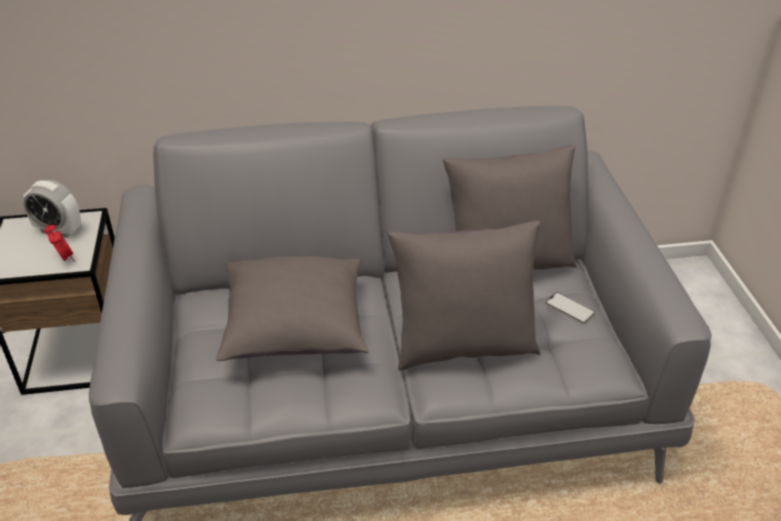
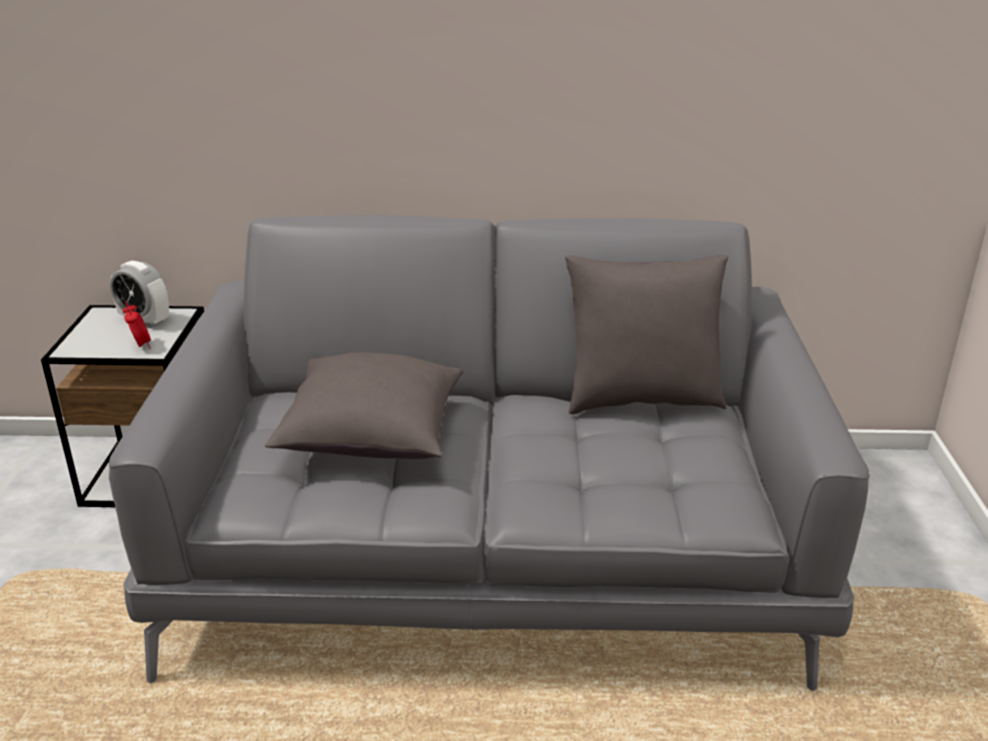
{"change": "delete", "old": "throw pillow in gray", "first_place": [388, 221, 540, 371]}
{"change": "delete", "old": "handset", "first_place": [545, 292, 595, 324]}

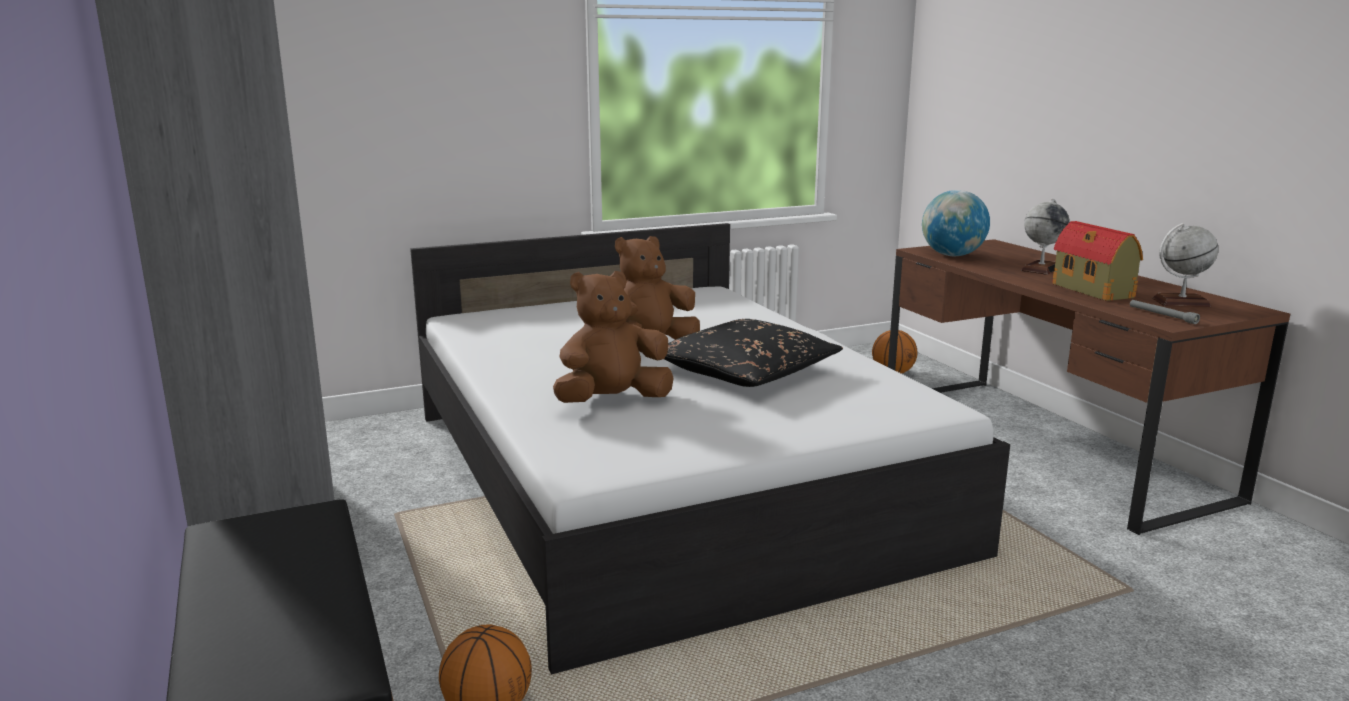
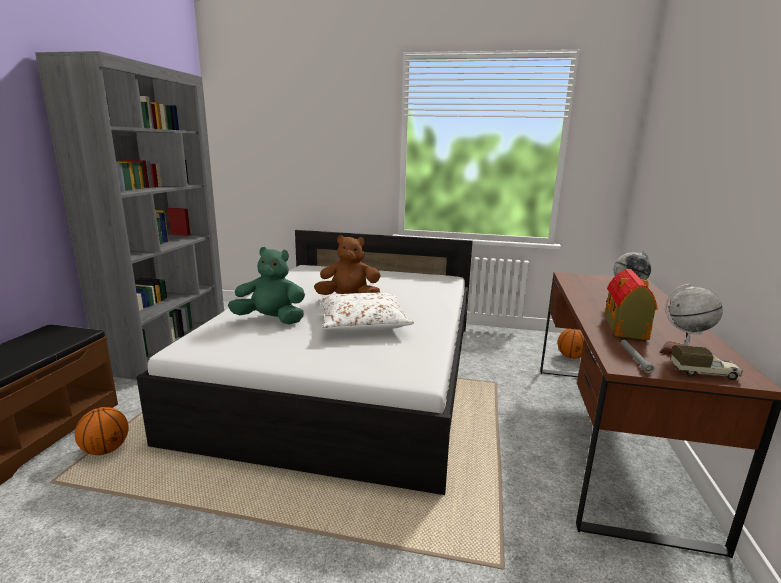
{"change": "recolor", "old": "cuddly toy in brown", "new": "cuddly toy in greenish", "first_place": [553, 271, 674, 403], "second_place": [228, 247, 305, 324]}
{"change": "recolor", "old": "throw pillow in blackish", "new": "throw pillow in white-coloured", "first_place": [664, 319, 843, 387], "second_place": [319, 293, 414, 332]}
{"change": "insert", "new": "toy lorry", "second_place": [670, 345, 743, 380]}
{"change": "delete", "old": "globe", "first_place": [922, 190, 990, 256]}

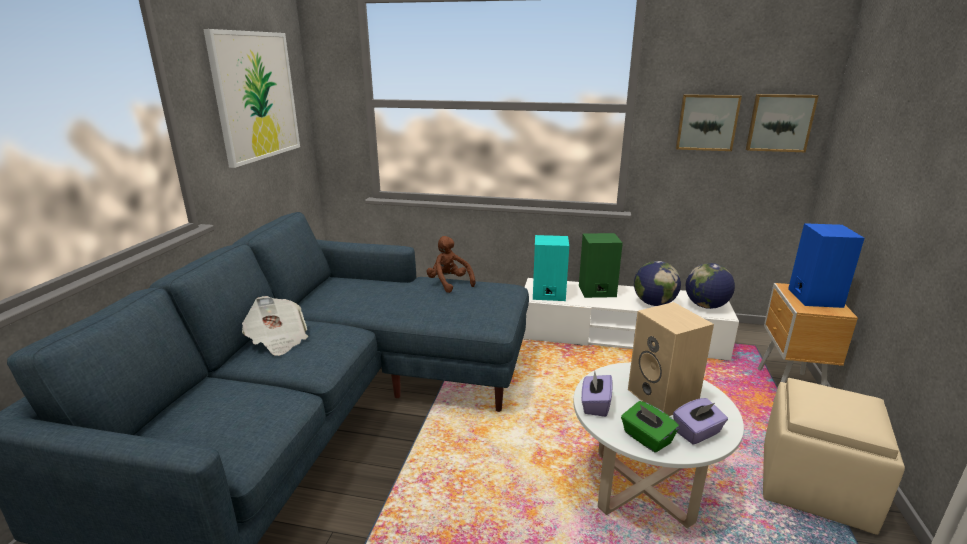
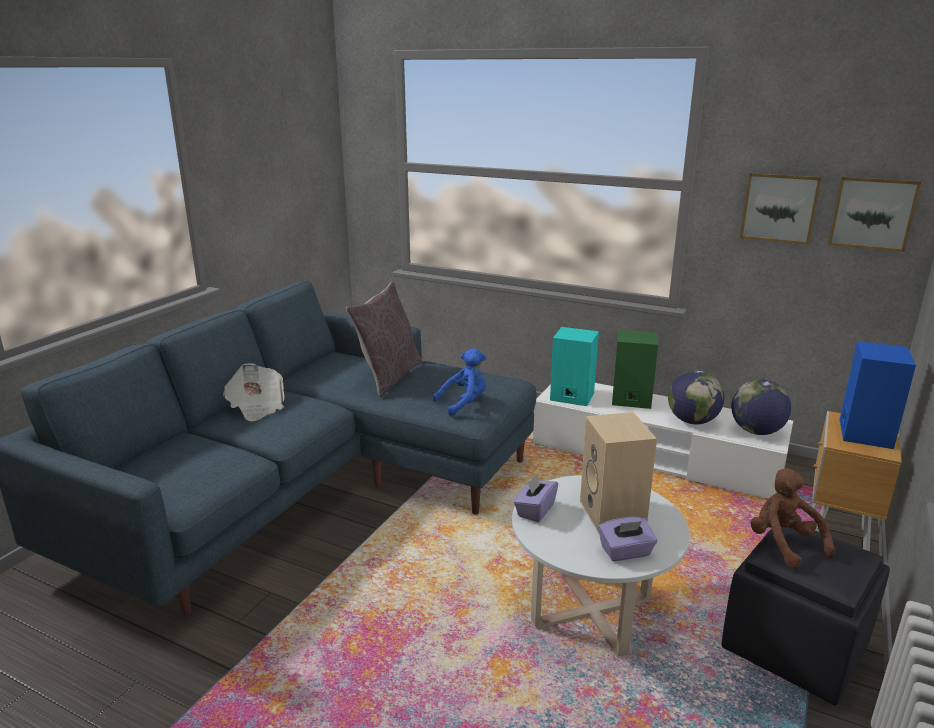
{"change": "insert", "new": "throw pillow in gray", "second_place": [346, 281, 423, 397]}
{"change": "insert", "new": "cuddly toy in bluish", "second_place": [433, 348, 486, 416]}
{"change": "recolor", "old": "footrest in beige-coloured", "new": "footrest in blackish", "first_place": [763, 378, 905, 535], "second_place": [721, 528, 890, 706]}
{"change": "move", "old": "cuddly toy in brown", "first_place": [427, 236, 475, 293], "second_place": [751, 468, 835, 568]}
{"change": "delete", "old": "wall picture", "first_place": [203, 29, 300, 168]}
{"change": "delete", "old": "box of tissues in greenish", "first_place": [621, 401, 679, 453]}

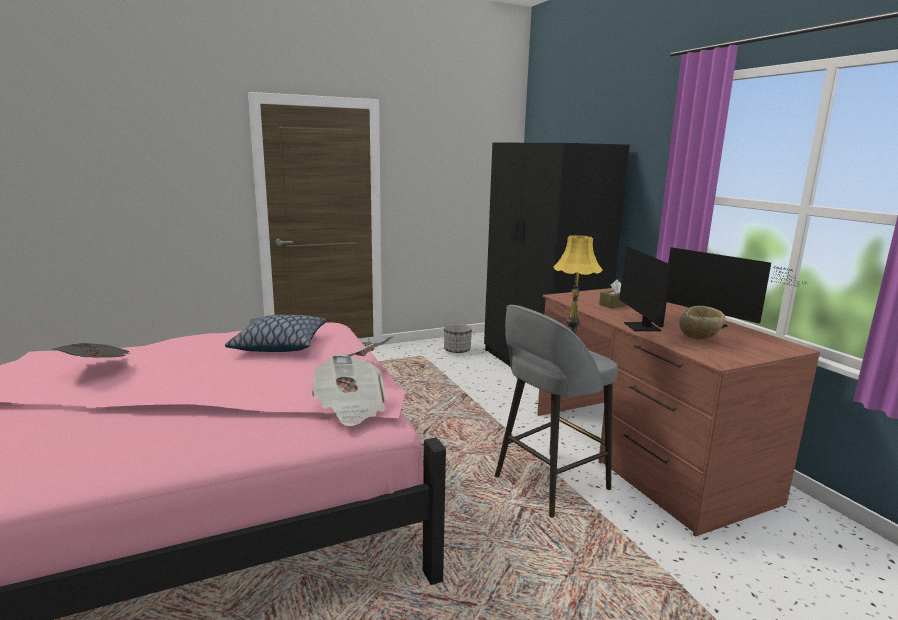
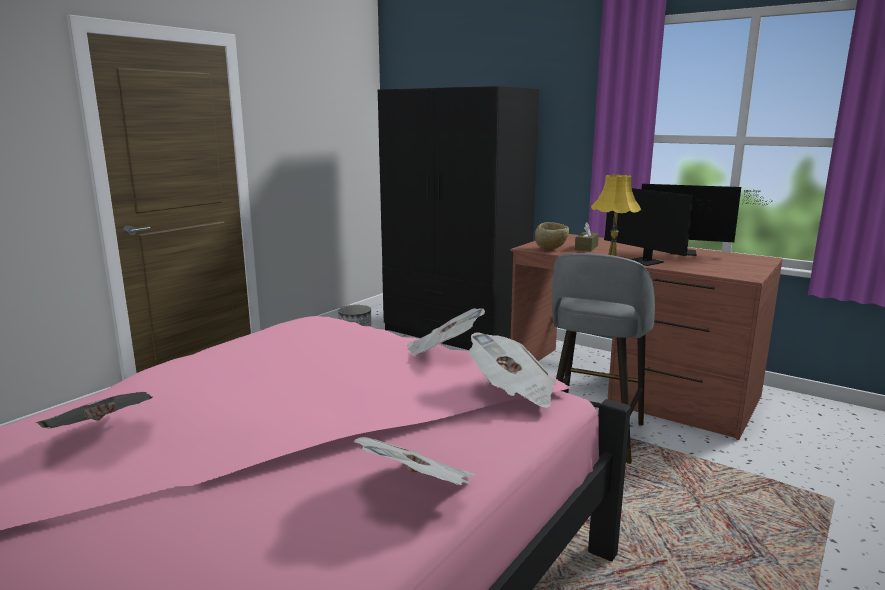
{"change": "insert", "new": "daily paper", "second_place": [354, 437, 476, 486]}
{"change": "move", "old": "bowl in beige-coloured", "first_place": [679, 306, 725, 339], "second_place": [535, 222, 569, 250]}
{"change": "delete", "old": "throw pillow", "first_place": [225, 315, 326, 352]}

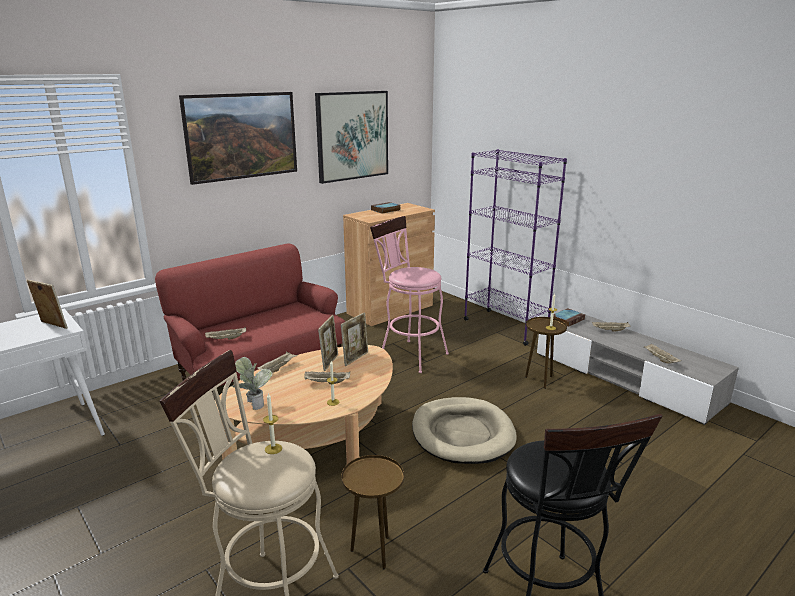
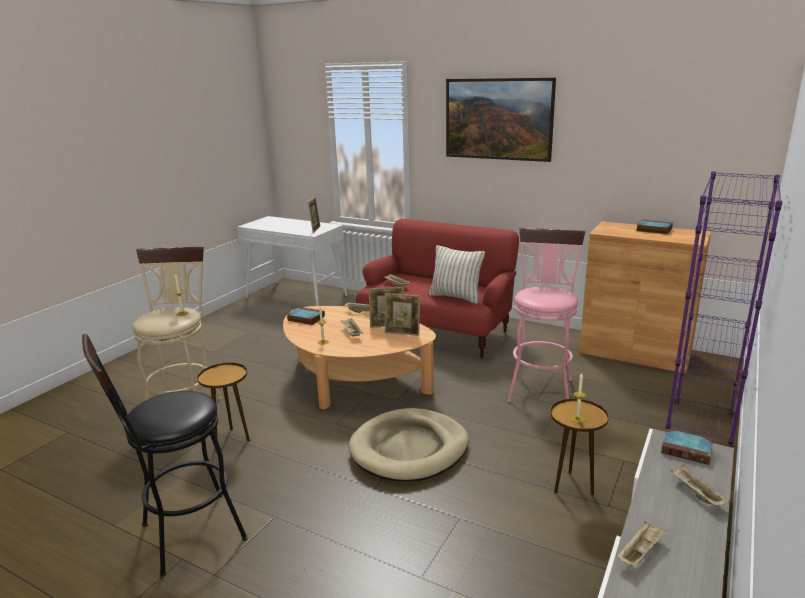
{"change": "replace", "old": "houseplant", "new": "volume", "first_place": [232, 357, 272, 410], "second_place": [287, 307, 325, 325]}
{"change": "insert", "new": "throw pillow", "second_place": [429, 245, 485, 304]}
{"change": "delete", "old": "wall picture", "first_place": [315, 91, 388, 184]}

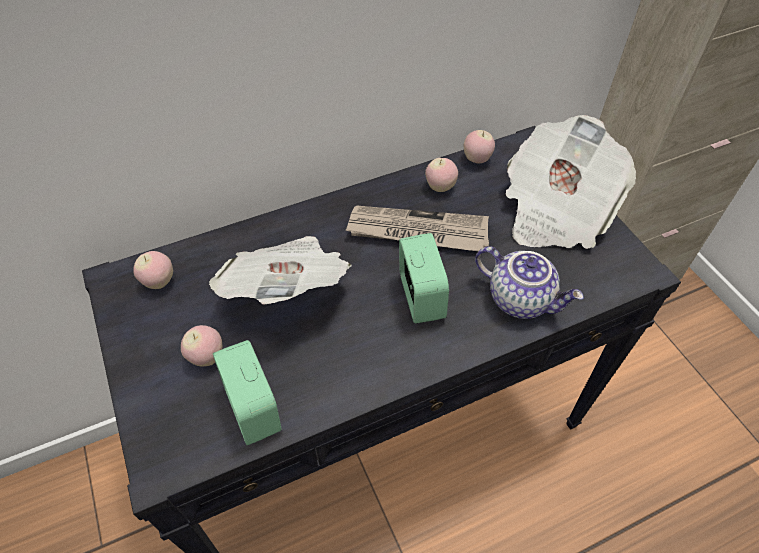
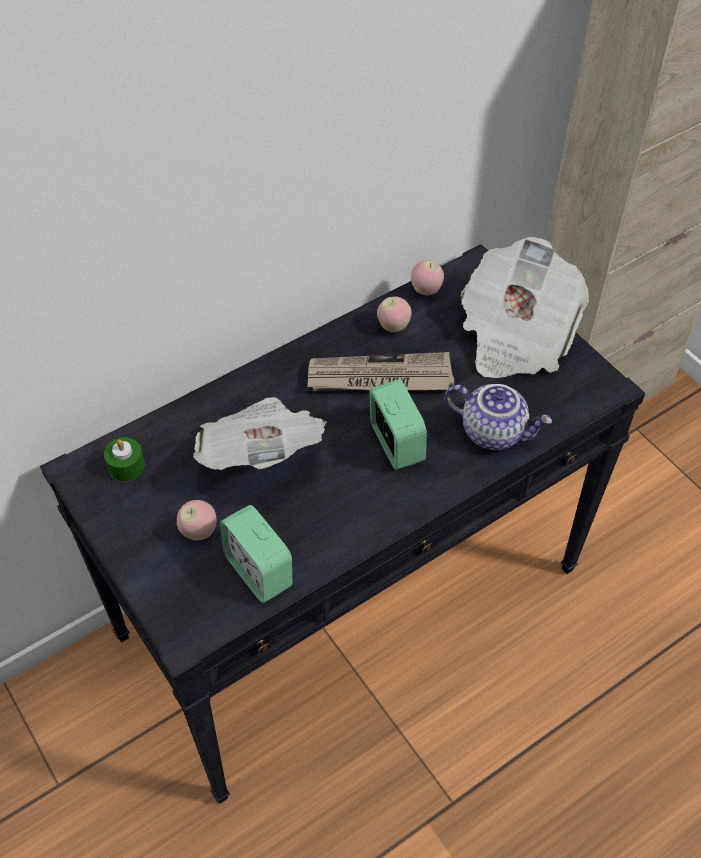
{"change": "replace", "old": "apple", "new": "candle in greenish", "first_place": [133, 251, 173, 289], "second_place": [104, 437, 145, 481]}

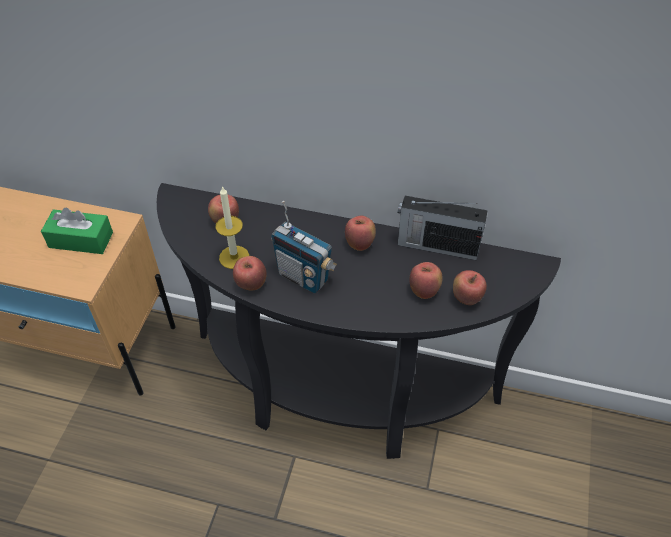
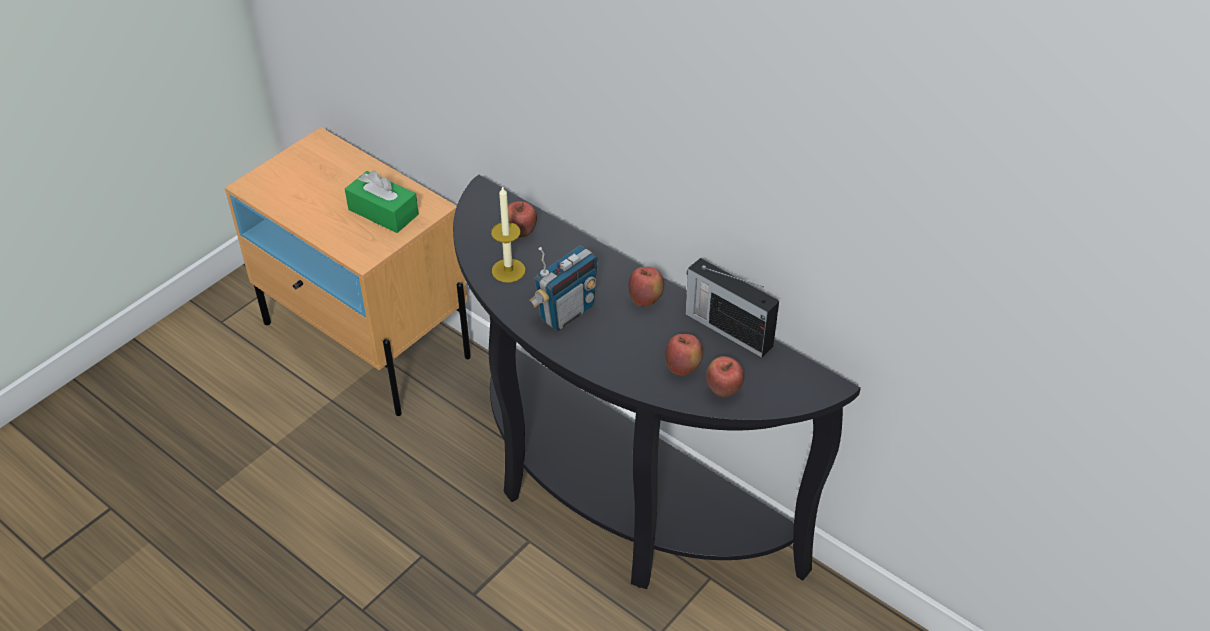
{"change": "rotate", "old": "radio receiver", "first_place": [271, 201, 337, 294], "second_place": [529, 246, 598, 331], "degrees": -105}
{"change": "delete", "old": "apple", "first_place": [233, 256, 267, 290]}

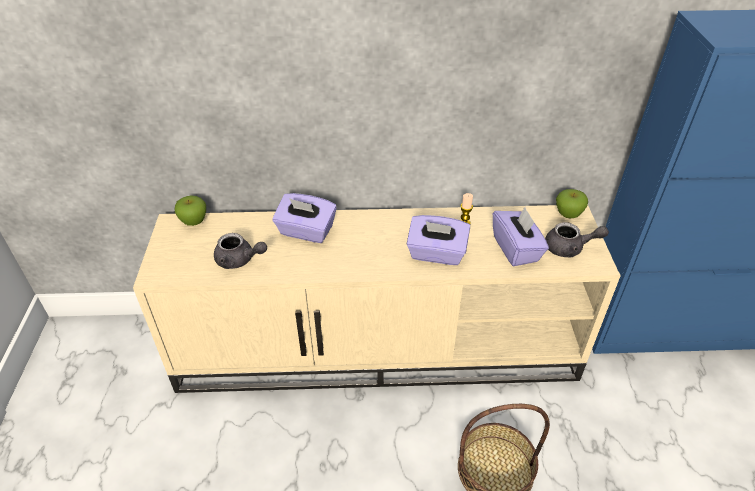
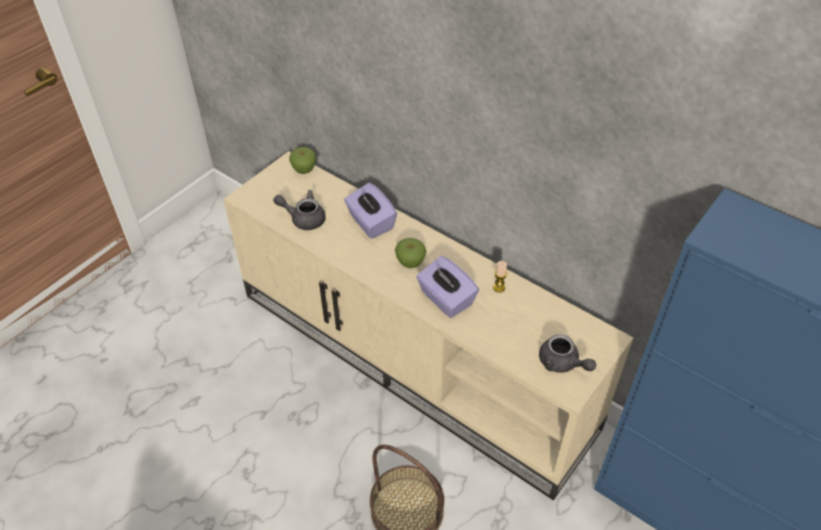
{"change": "rotate", "old": "teapot in gray", "first_place": [214, 233, 267, 269], "second_place": [273, 190, 326, 230], "degrees": 135}
{"change": "move", "old": "apple", "first_place": [556, 189, 588, 218], "second_place": [395, 238, 427, 268]}
{"change": "delete", "old": "box of tissues in purple-coloured", "first_place": [493, 207, 549, 266]}

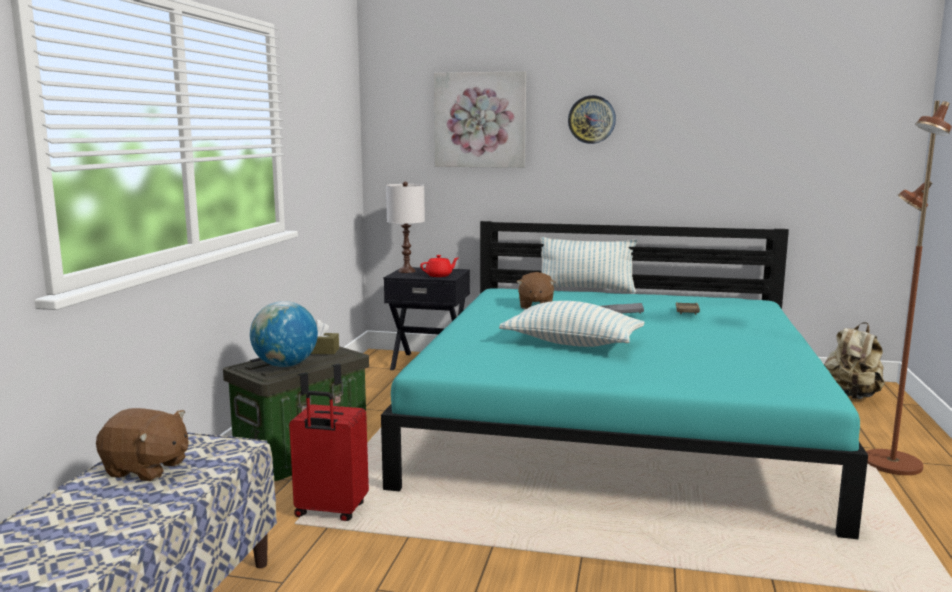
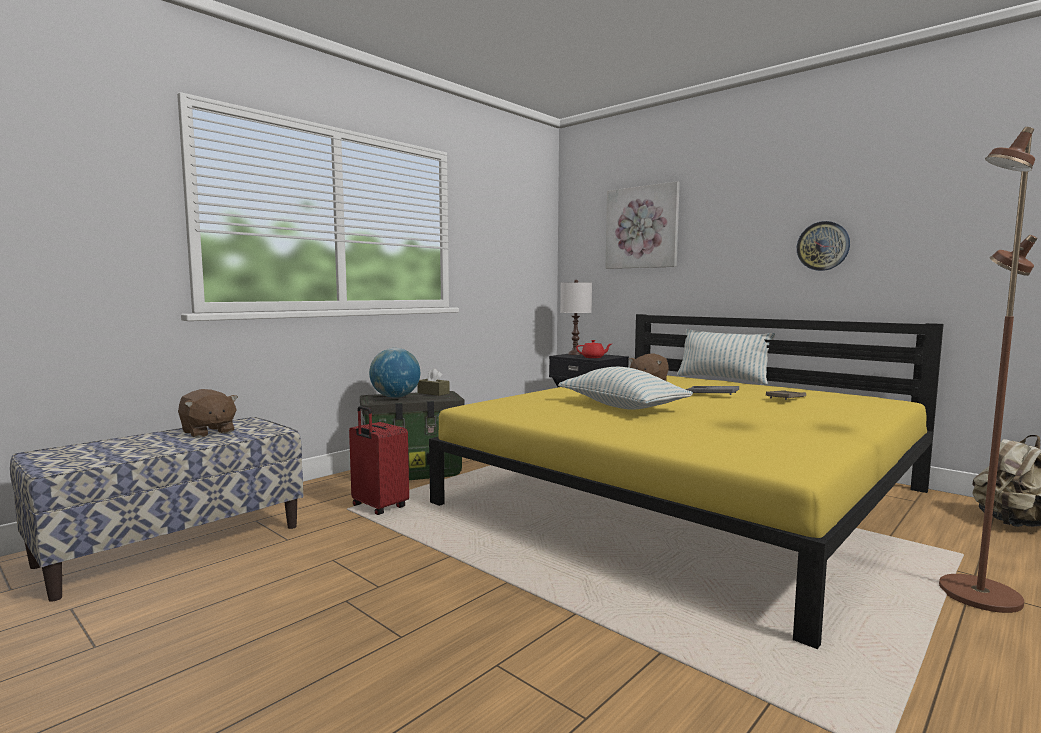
{"change": "recolor", "old": "bedroom bed in turquoise", "new": "bedroom bed in yellow-coloured", "first_place": [381, 221, 868, 539], "second_place": [429, 314, 944, 649]}
{"change": "move", "old": "hanging clock", "first_place": [568, 95, 616, 144], "second_place": [797, 221, 850, 271]}

